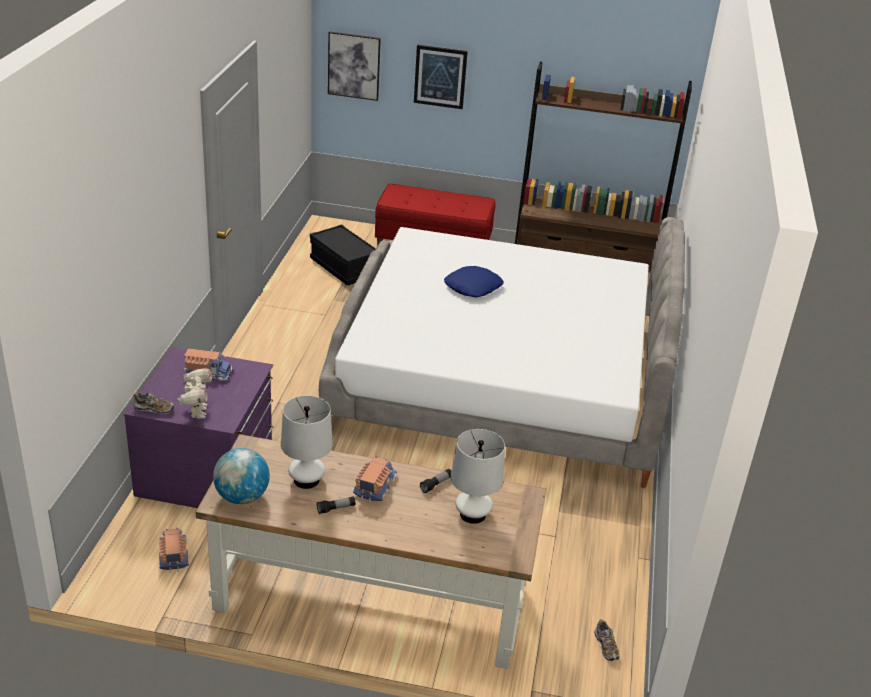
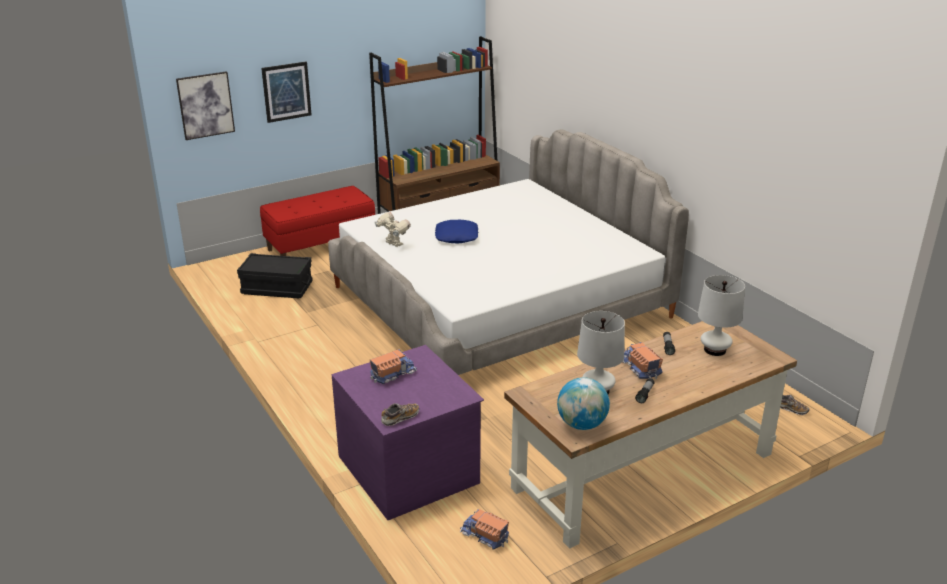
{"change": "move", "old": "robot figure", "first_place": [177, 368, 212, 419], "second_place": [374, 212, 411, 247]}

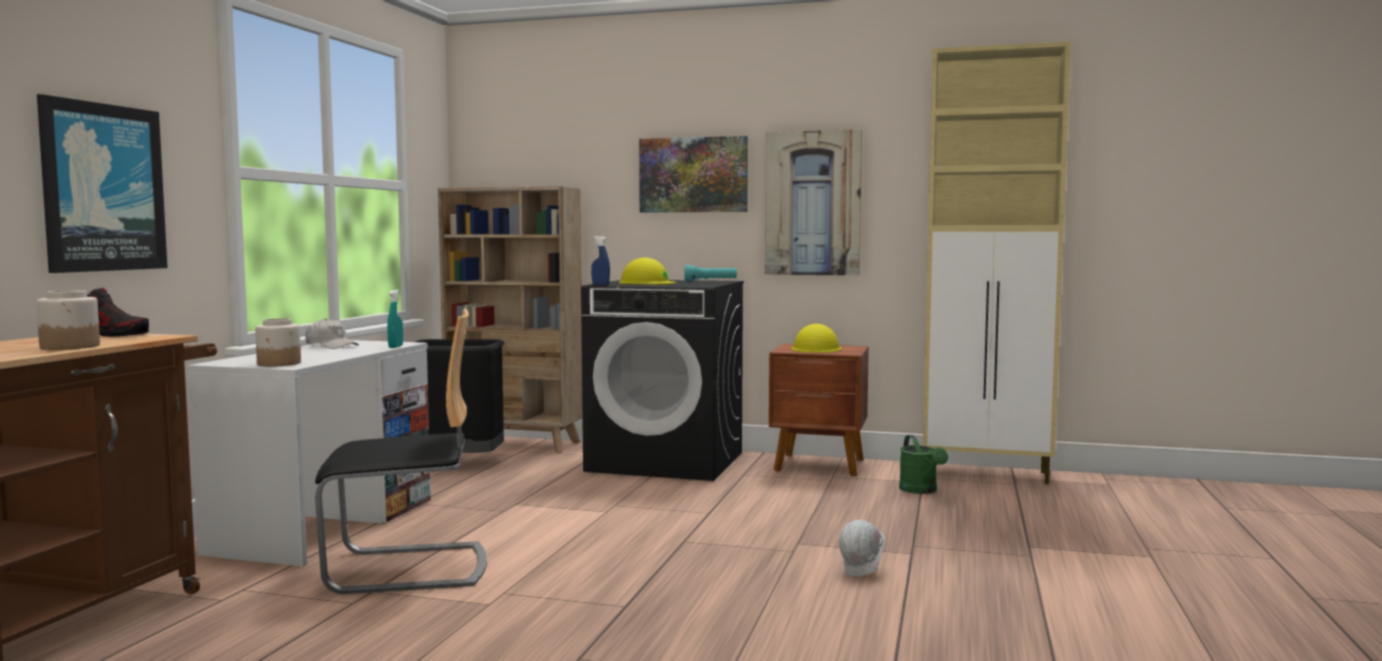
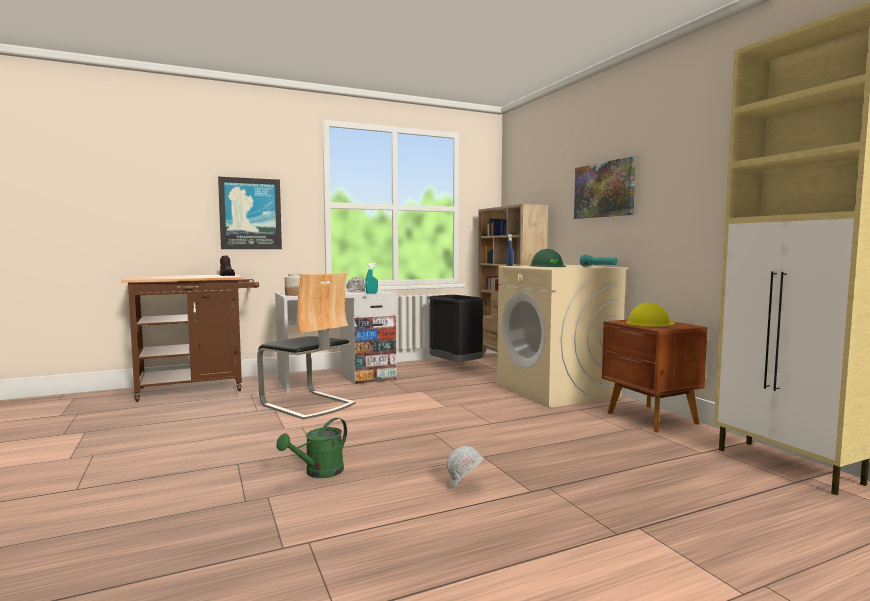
{"change": "move", "old": "watering can in greenish", "first_place": [899, 435, 948, 494], "second_place": [276, 418, 347, 478]}
{"change": "recolor", "old": "laundry appliance in blackish", "new": "laundry appliance in beige-coloured", "first_place": [581, 280, 744, 481], "second_place": [497, 265, 628, 408]}
{"change": "recolor", "old": "hard hat in yellow-coloured", "new": "hard hat in greenish", "first_place": [619, 258, 676, 284], "second_place": [530, 249, 566, 267]}
{"change": "delete", "old": "storage jar", "first_place": [36, 290, 100, 350]}
{"change": "delete", "old": "wall picture", "first_place": [765, 129, 862, 276]}

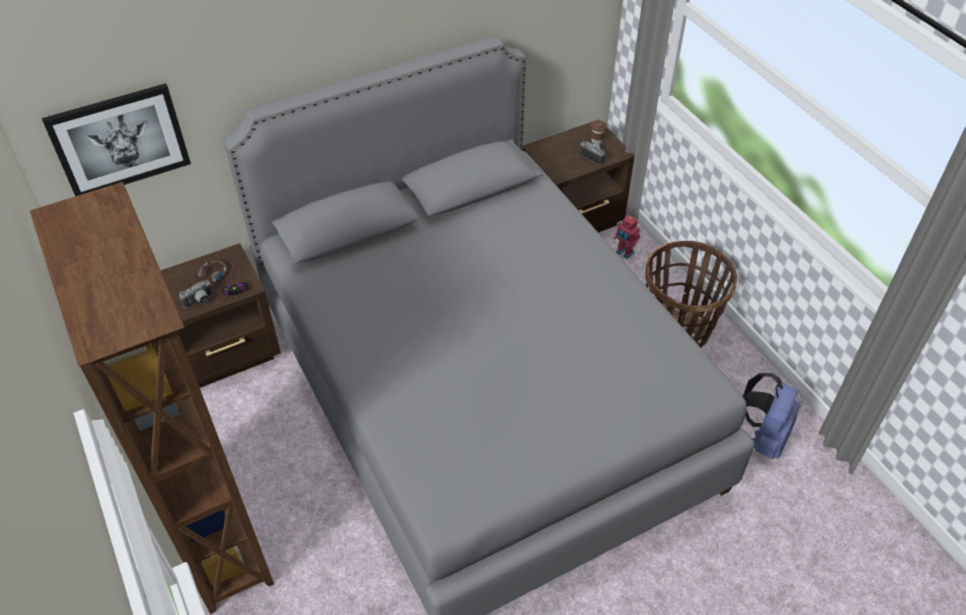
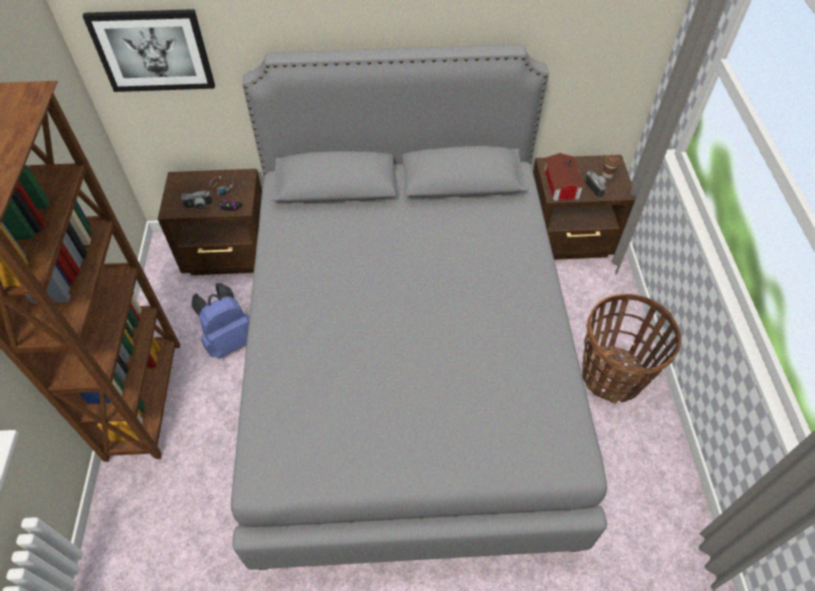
{"change": "move", "old": "backpack in bluish", "first_place": [739, 373, 801, 459], "second_place": [192, 283, 249, 359]}
{"change": "insert", "new": "toy house", "second_place": [544, 153, 585, 201]}
{"change": "delete", "old": "robot figure", "first_place": [614, 215, 640, 259]}

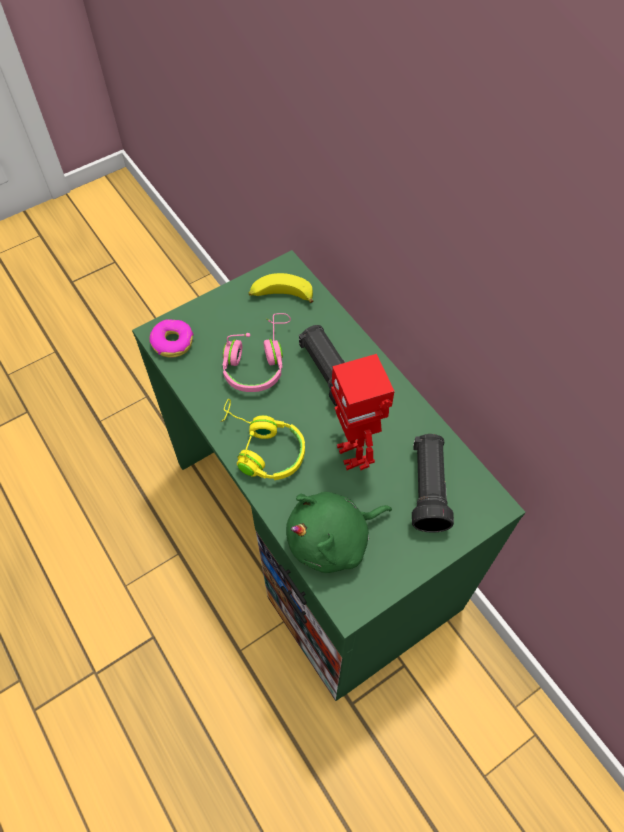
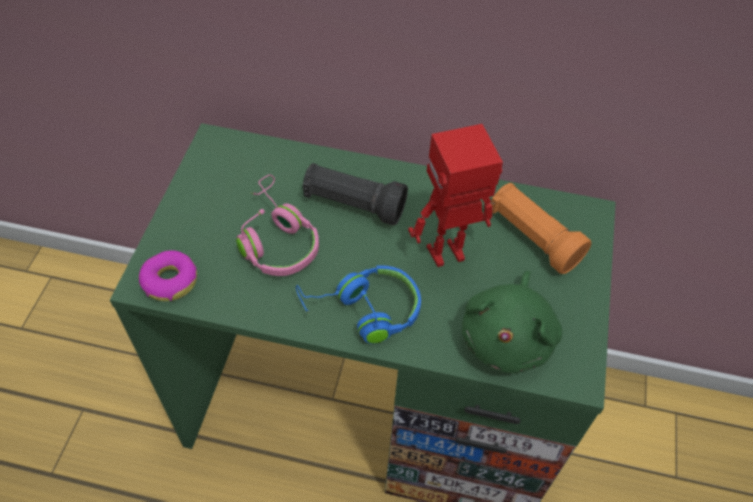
{"change": "recolor", "old": "headset in yellow-coloured", "new": "headset in bluish", "first_place": [220, 399, 305, 480], "second_place": [296, 265, 421, 344]}
{"change": "rotate", "old": "robot figure", "first_place": [331, 354, 395, 470], "second_place": [408, 124, 503, 267], "degrees": 135}
{"change": "recolor", "old": "flashlight in blackish", "new": "flashlight in orange-coloured", "first_place": [412, 434, 454, 532], "second_place": [491, 183, 591, 274]}
{"change": "delete", "old": "whole banana", "first_place": [249, 273, 313, 303]}

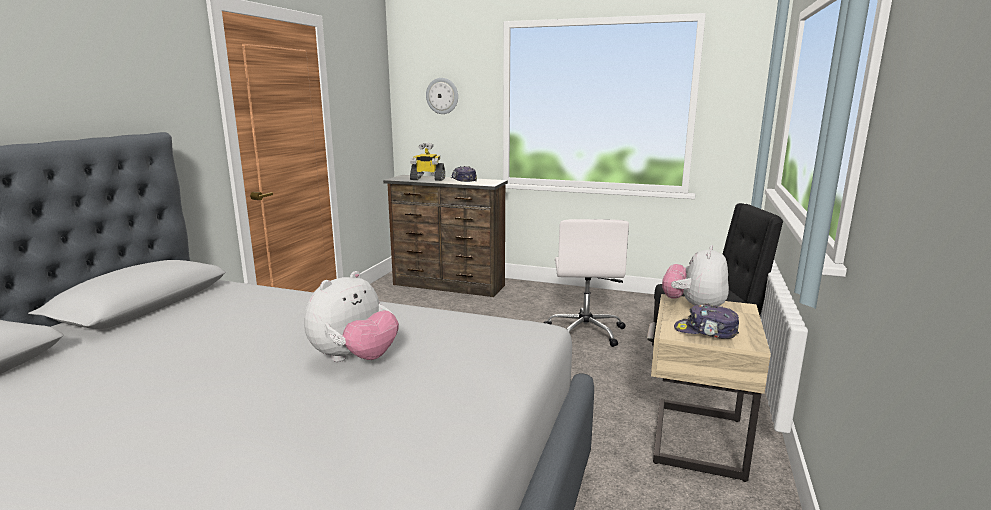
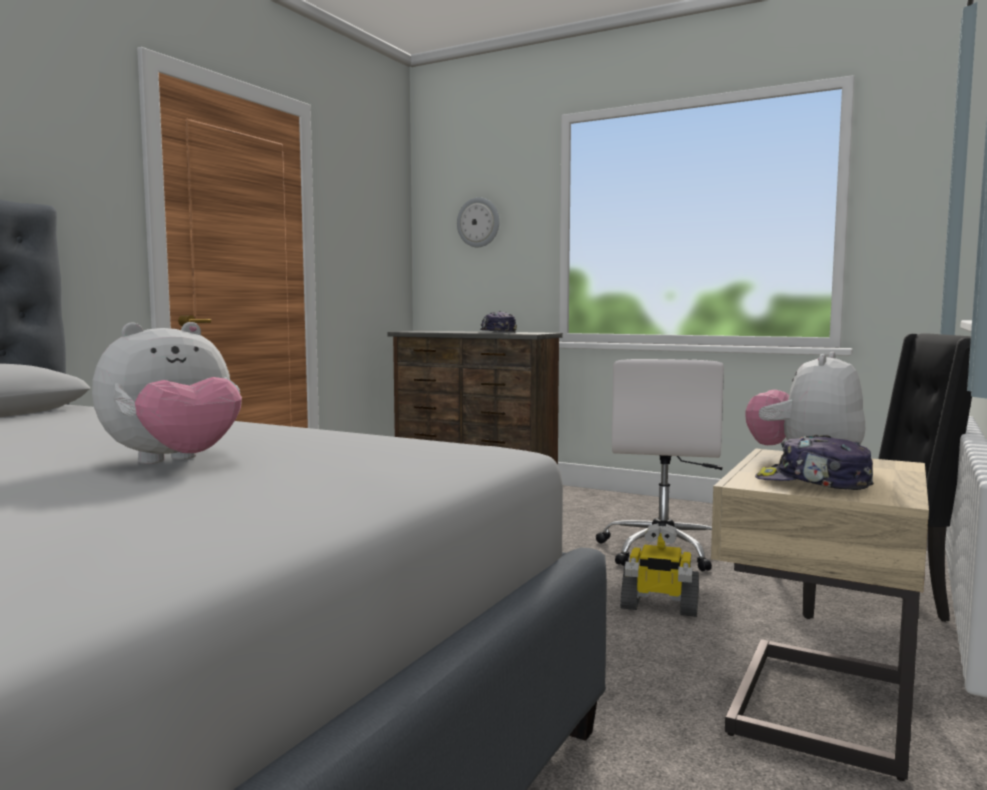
{"change": "move", "old": "robot figure", "first_place": [410, 143, 445, 181], "second_place": [620, 523, 699, 617]}

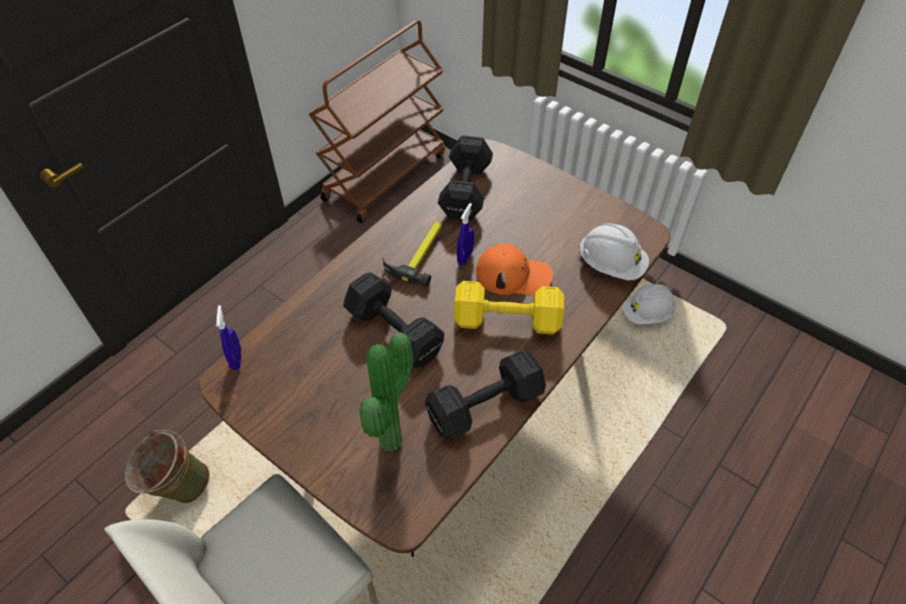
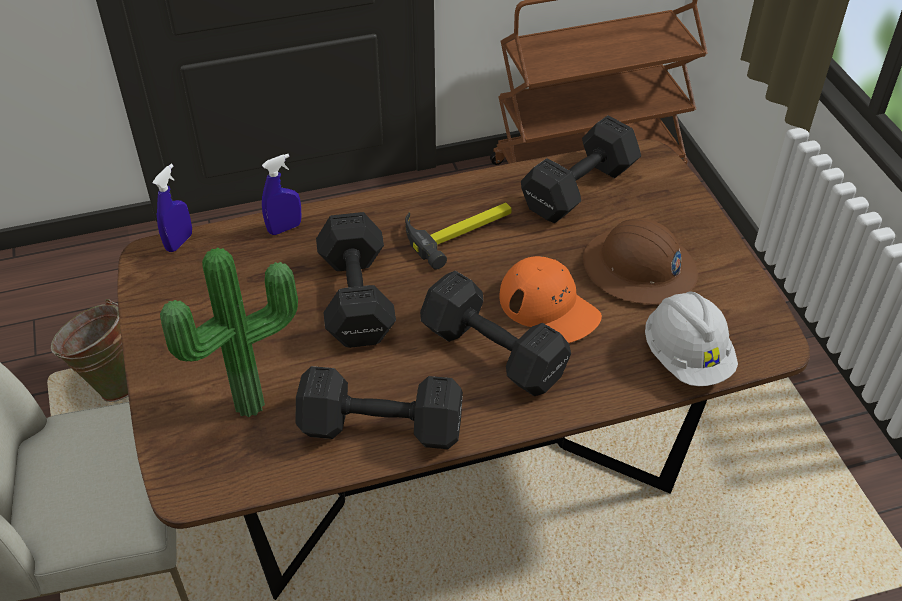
{"change": "move", "old": "hand sprayer in bluish", "first_place": [457, 203, 474, 265], "second_place": [262, 154, 302, 235]}
{"change": "recolor", "old": "free weight in yellow-coloured", "new": "free weight in blackish", "first_place": [454, 281, 564, 335], "second_place": [420, 271, 571, 396]}
{"change": "insert", "new": "hard hat in brown", "second_place": [583, 218, 698, 304]}
{"change": "delete", "old": "hard hat in white-coloured", "first_place": [622, 284, 676, 324]}

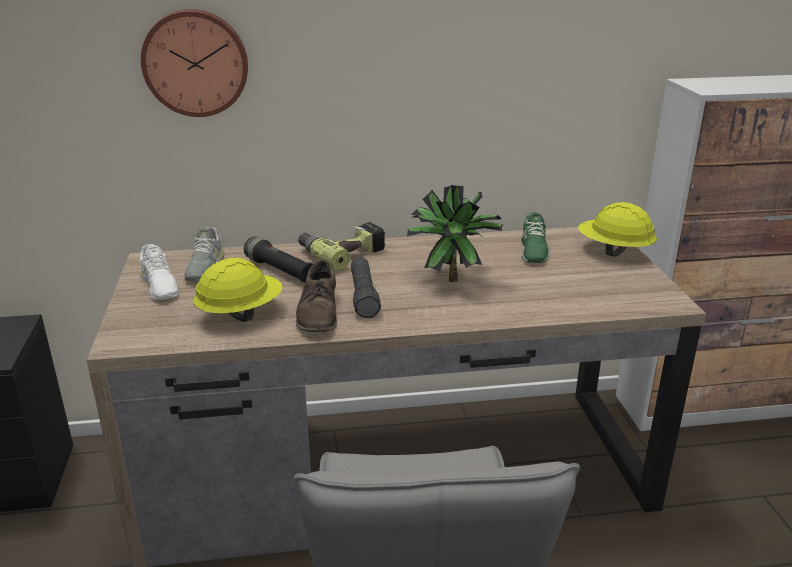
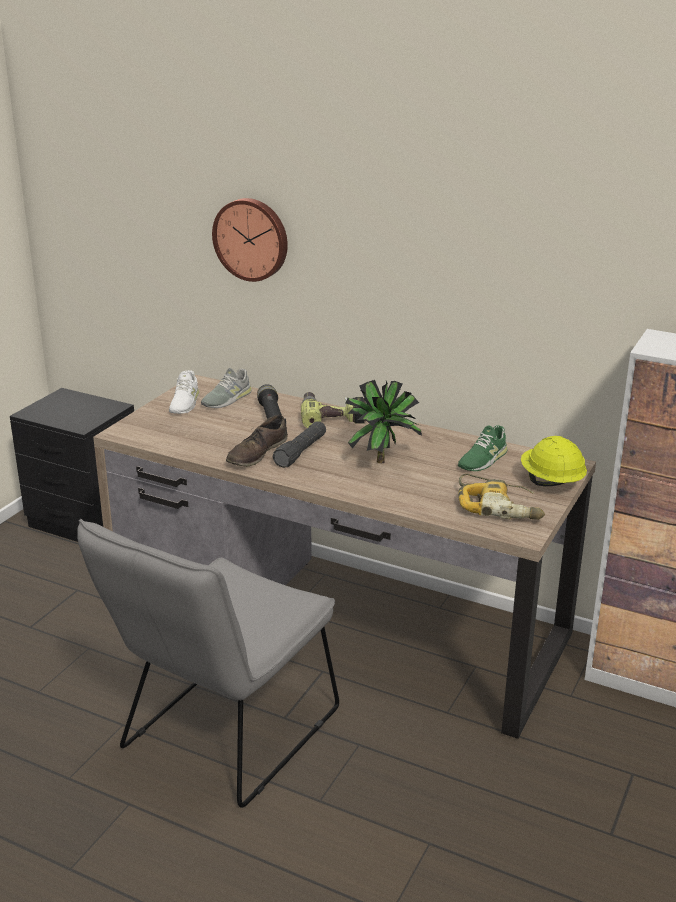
{"change": "insert", "new": "electric drill", "second_place": [458, 474, 545, 520]}
{"change": "delete", "old": "hard hat in yellow-coloured", "first_place": [193, 258, 282, 322]}

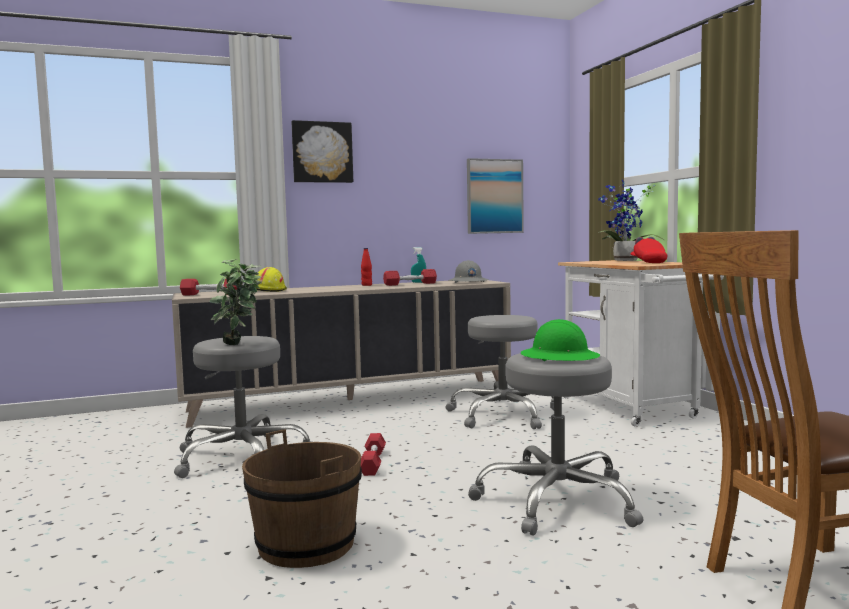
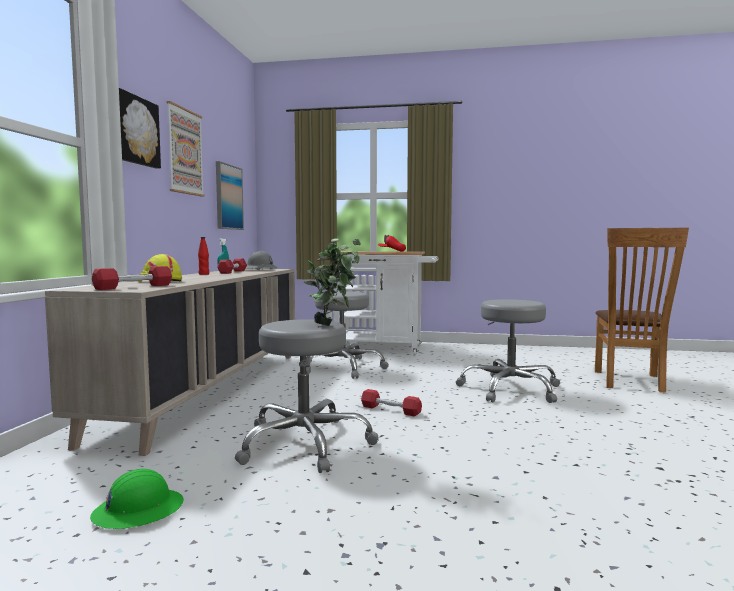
{"change": "move", "old": "hard hat in greenish", "first_place": [521, 319, 600, 361], "second_place": [90, 469, 184, 529]}
{"change": "insert", "new": "wall picture", "second_place": [167, 101, 205, 197]}
{"change": "delete", "old": "pail in brown", "first_place": [242, 429, 362, 568]}
{"change": "delete", "old": "houseplant", "first_place": [598, 179, 664, 261]}

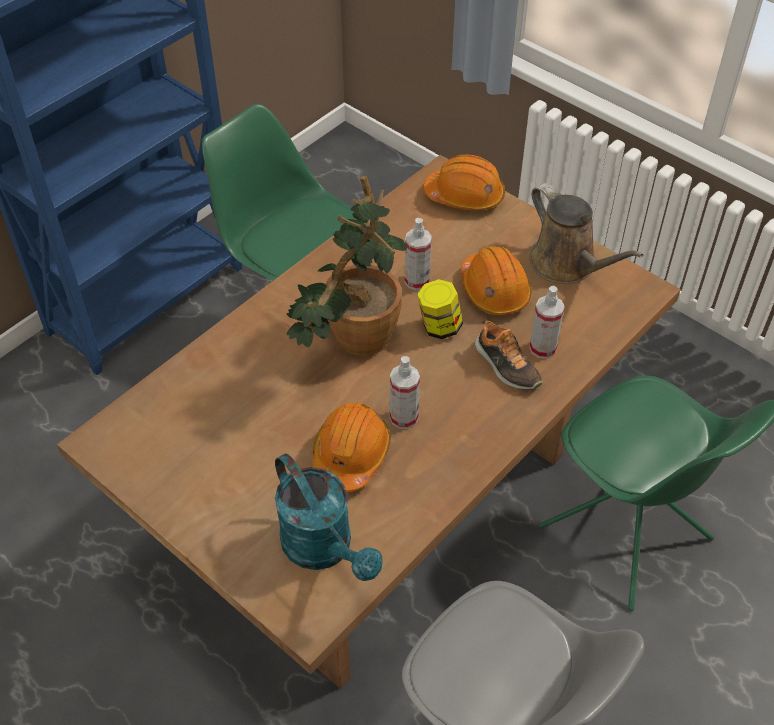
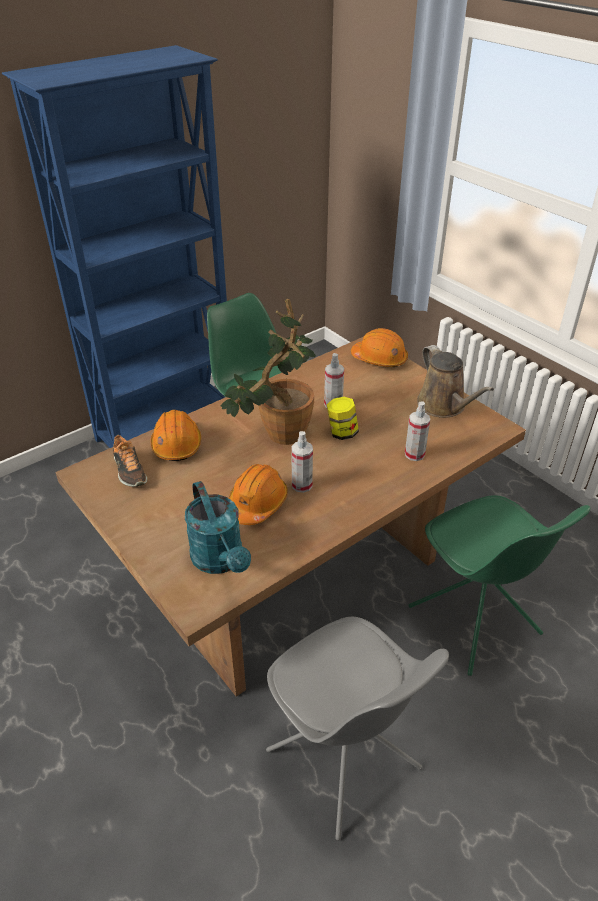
{"change": "move", "old": "shoe", "first_place": [475, 320, 542, 390], "second_place": [113, 434, 147, 487]}
{"change": "move", "old": "hard hat in orange-coloured", "first_place": [461, 246, 532, 315], "second_place": [151, 410, 201, 461]}

